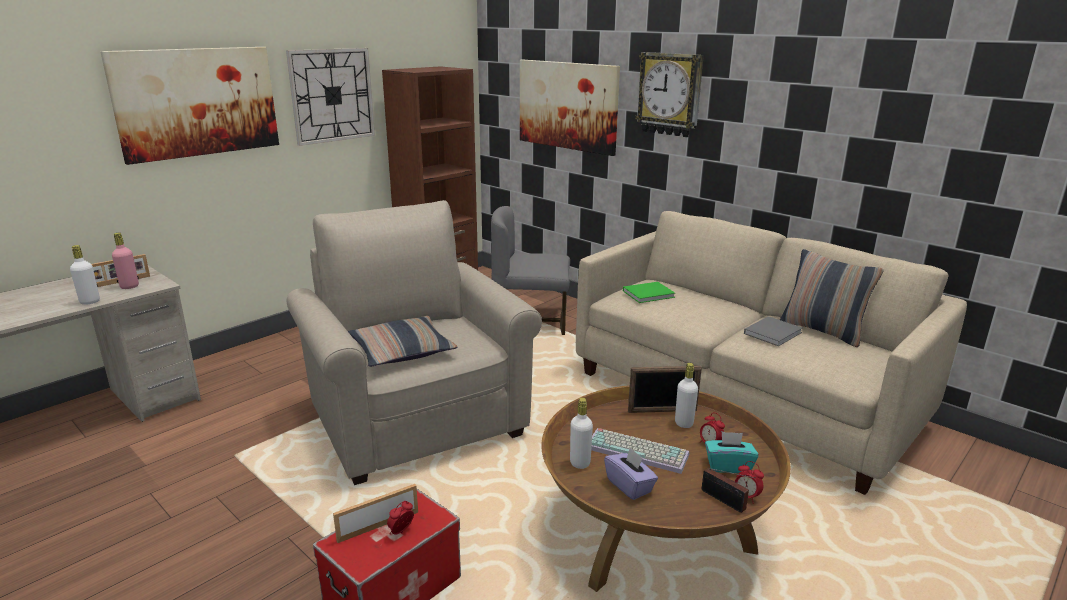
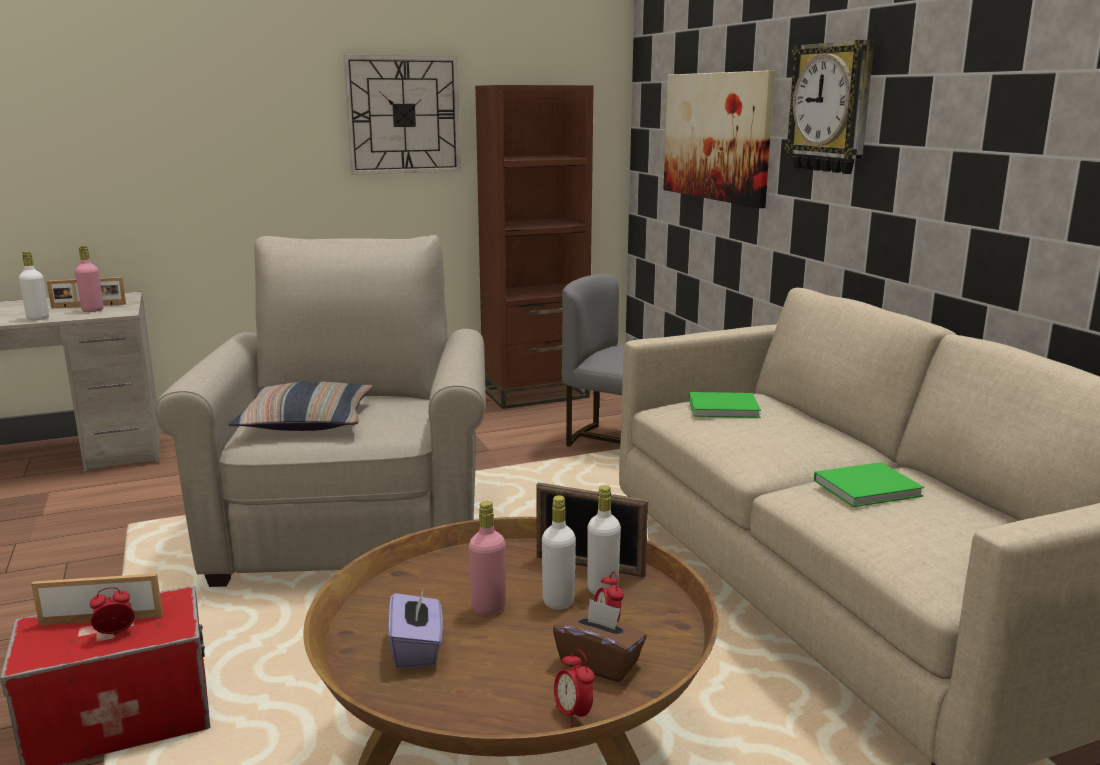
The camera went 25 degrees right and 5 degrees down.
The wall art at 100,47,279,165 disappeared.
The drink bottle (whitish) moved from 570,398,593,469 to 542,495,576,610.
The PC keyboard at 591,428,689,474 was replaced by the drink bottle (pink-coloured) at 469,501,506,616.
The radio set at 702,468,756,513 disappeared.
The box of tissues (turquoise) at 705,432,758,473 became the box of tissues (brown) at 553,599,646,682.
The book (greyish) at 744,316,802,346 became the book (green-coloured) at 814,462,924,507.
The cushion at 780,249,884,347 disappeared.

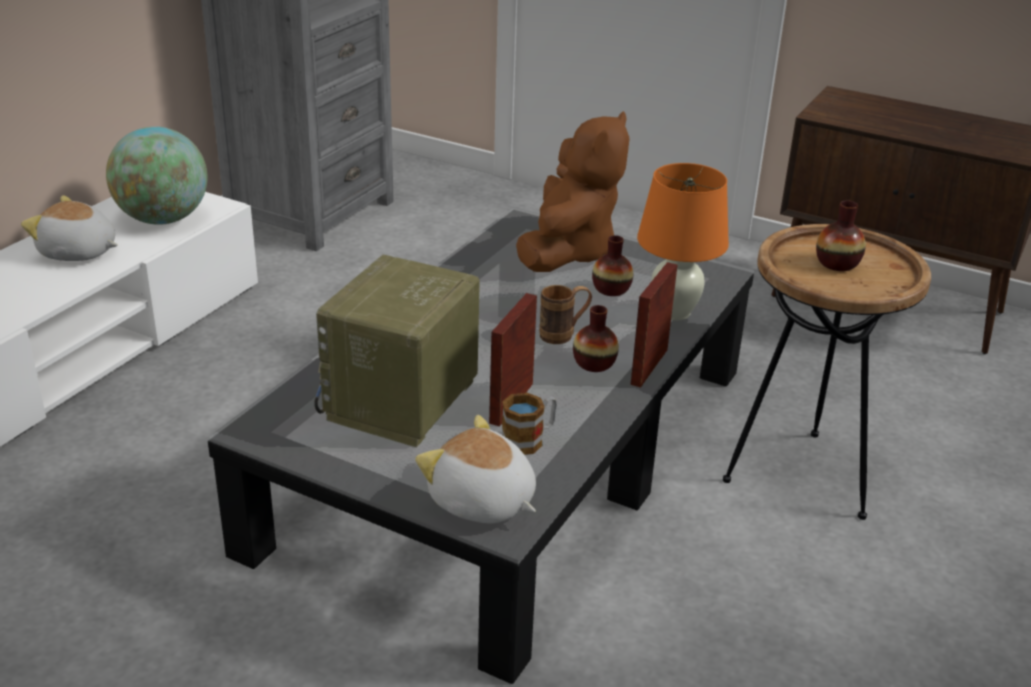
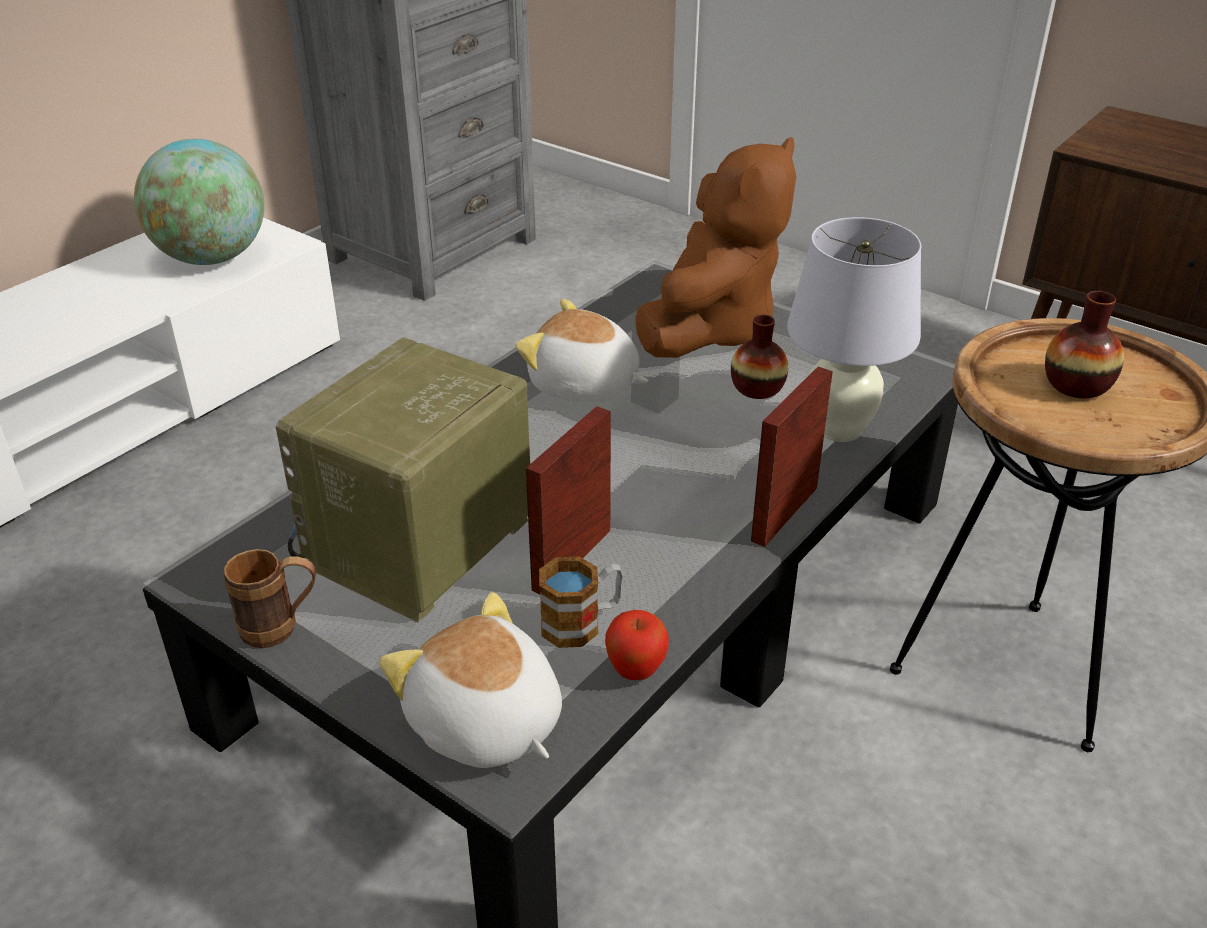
The camera went 10 degrees right and 5 degrees up.
The soft toy moved from 21,195,118,261 to 515,299,648,402.
The tea mug (brown) moved from 539,285,592,344 to 224,549,316,648.
The flower vase at 573,305,619,372 disappeared.
The lamp for a table (orange) at 637,163,729,321 became the lamp for a table (whitish) at 787,217,921,442.
The whole apple at 605,610,669,680 appeared.

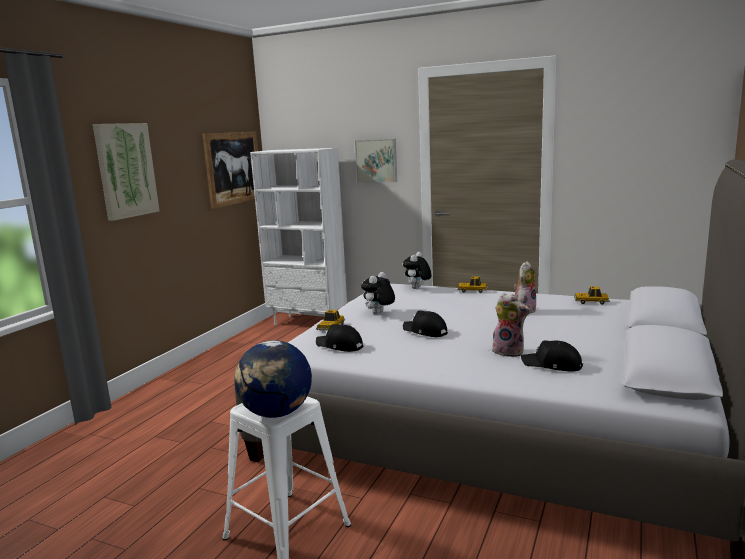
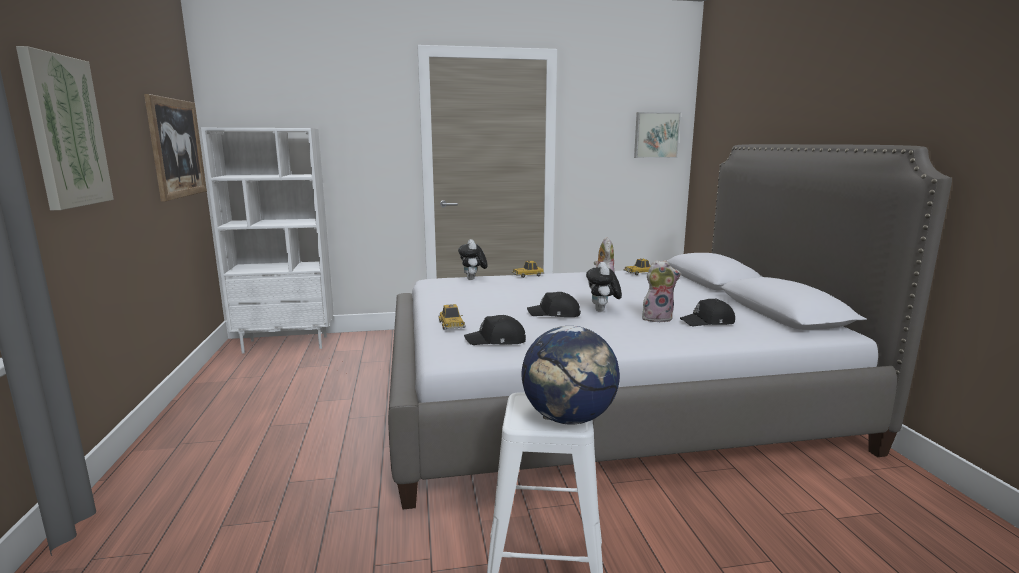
The camera went 35 degrees left and 0 degrees up.
The wall art moved from 355,139,397,183 to 634,112,681,158.
The soft toy moved from 361,272,395,314 to 586,262,622,312.

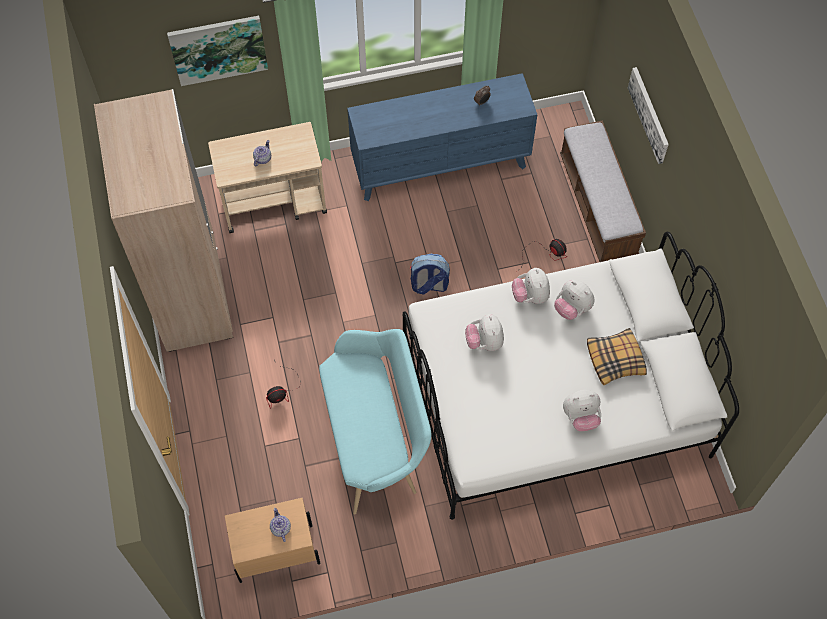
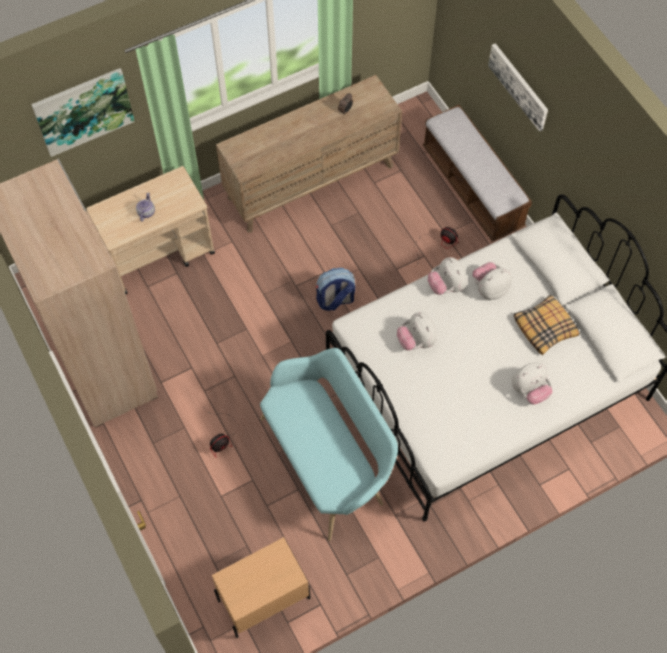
The camera went 15 degrees left and 0 degrees up.
The pot for tea at 270,508,291,542 disappeared.
The chest of drawers (blue-coloured) at 347,73,537,201 became the chest of drawers (brown) at 216,75,402,233.
The soft toy at 554,280,595,320 turned 120 degrees clockwise.

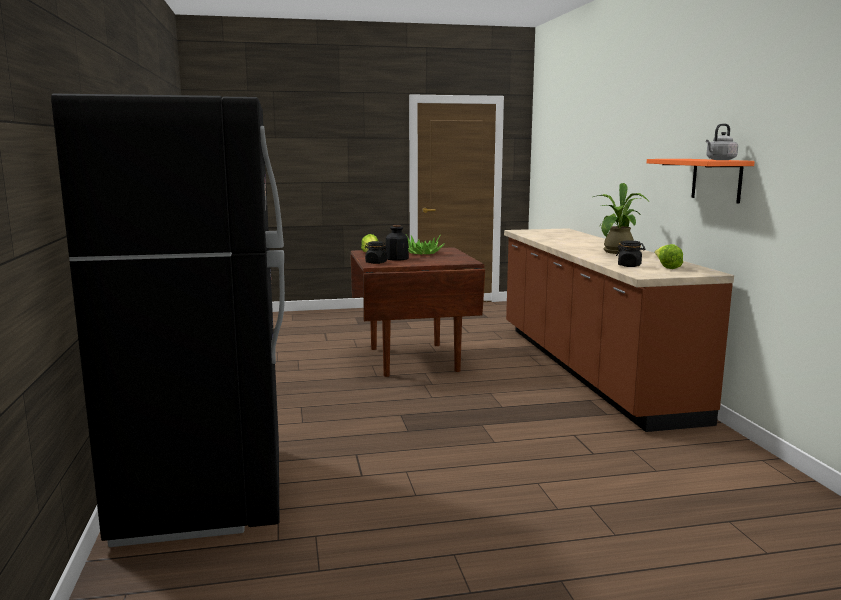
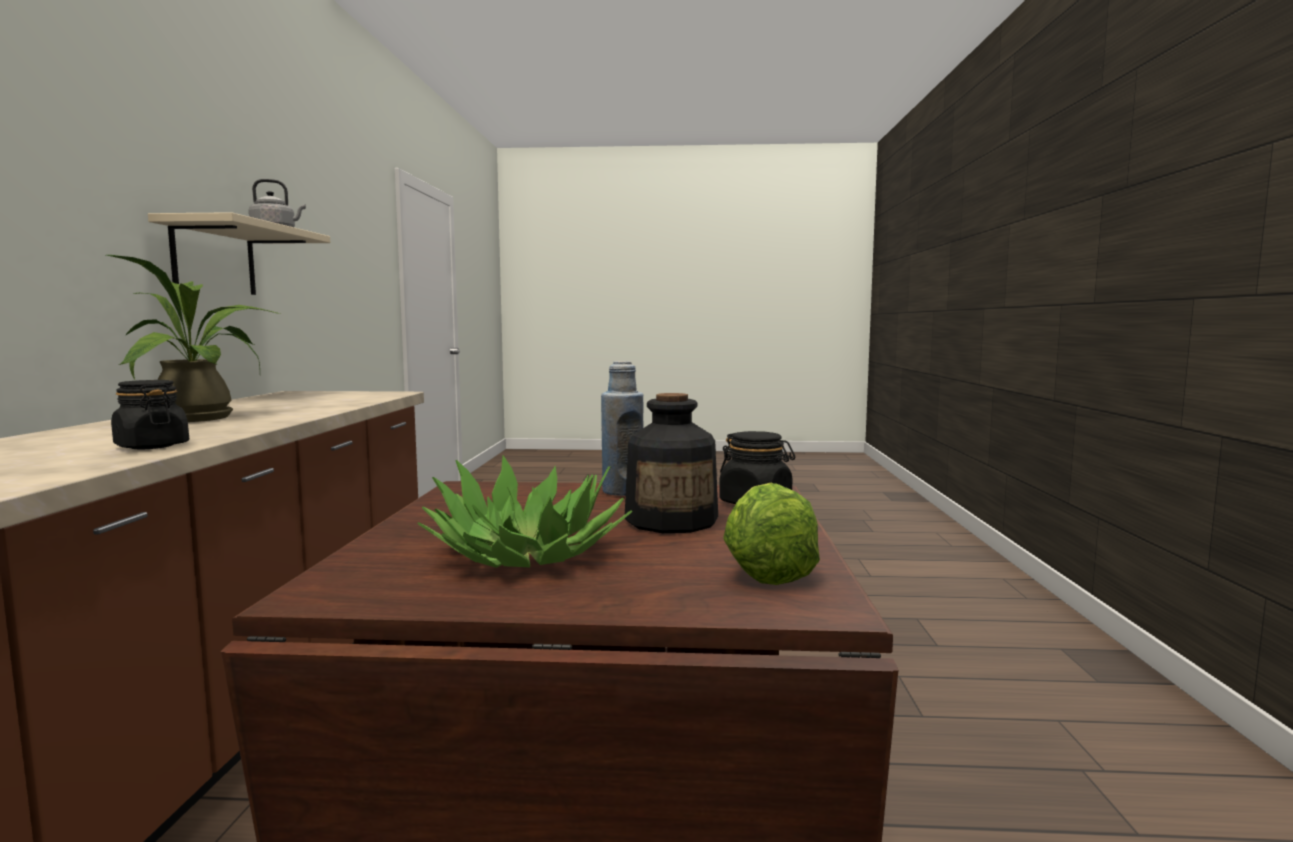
The camera went 165 degrees left and 5 degrees down.
The refrigerator (black) at 51,94,285,547 disappeared.
The preserve jar (black) moved from 616,241,645,267 to 111,380,189,449.
The shelf (orange) at 647,159,755,204 became the shelf (beige) at 148,212,330,295.
The head of lettuce at 655,244,683,269 disappeared.
The drink bottle (blue-coloured) at 601,361,643,496 appeared.

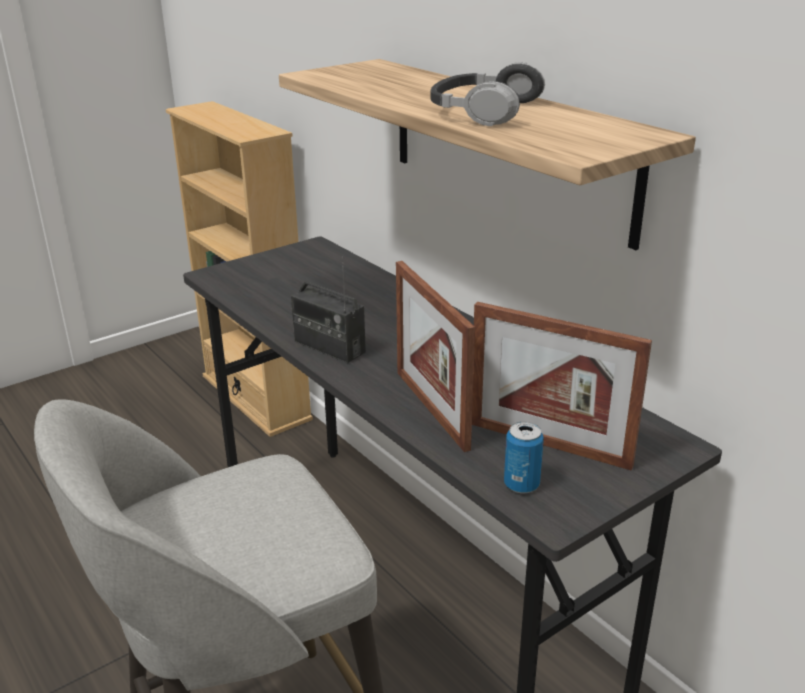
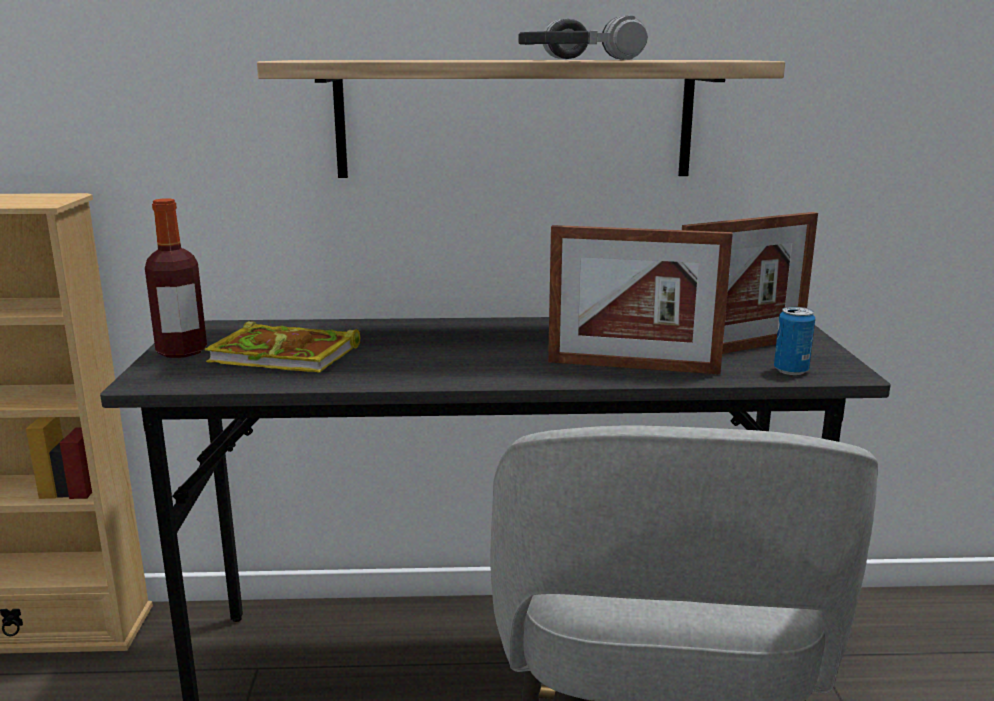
The camera went 55 degrees left and 10 degrees down.
The radio set at 291,256,366,363 disappeared.
The drink bottle at 145,198,207,358 appeared.
The book at 205,321,360,372 appeared.

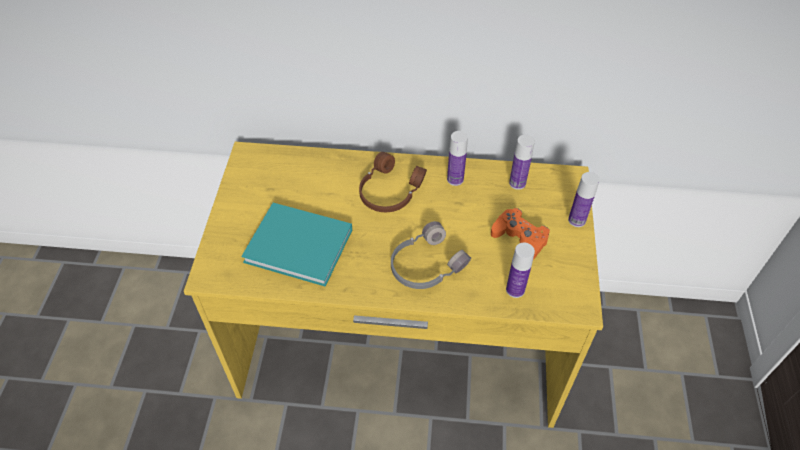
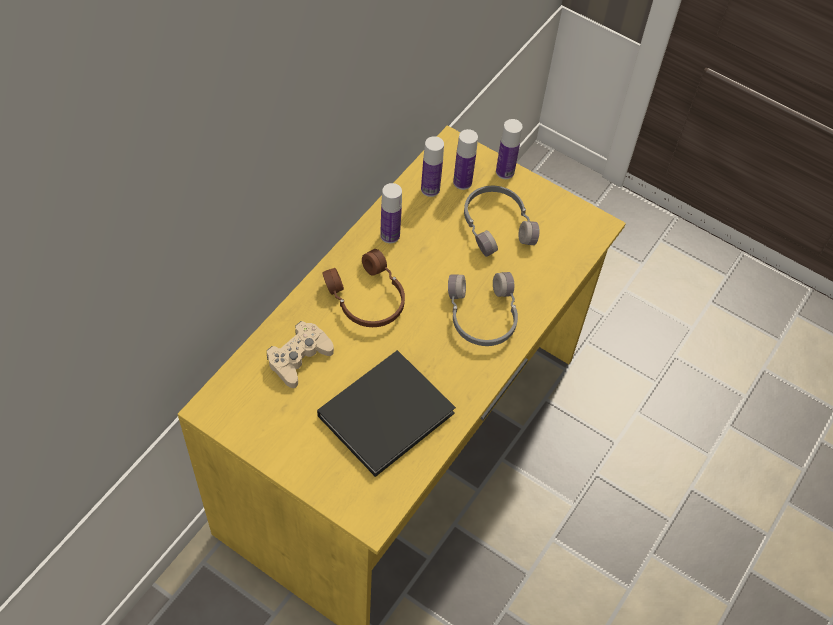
The camera went 65 degrees left and 5 degrees up.
The book (turquoise) at 241,203,352,287 became the book (black) at 317,350,456,477.
The gamepad (orange) at 491,208,550,259 was replaced by the pair of headphones (greyish) at 464,186,540,257.
The drink bottle moved from 506,243,535,298 to 453,129,478,190.
The gamepad (beige) at 267,321,334,388 appeared.

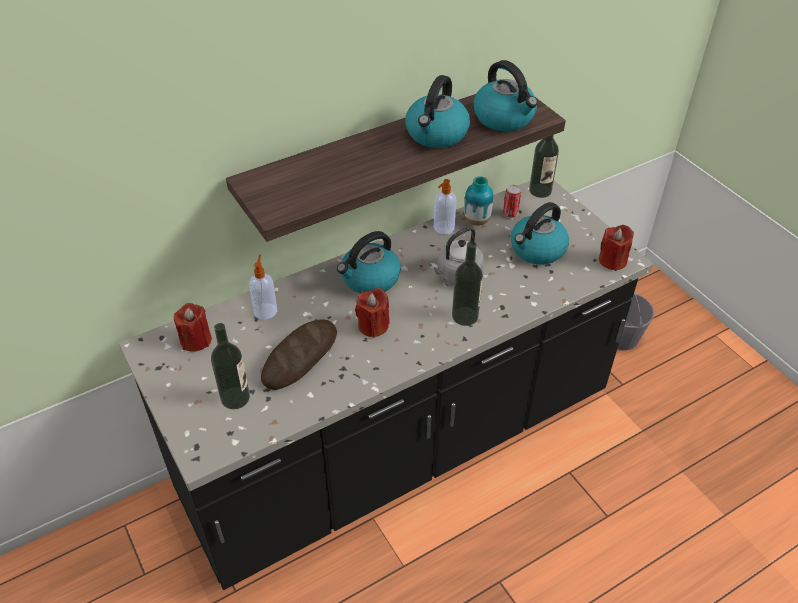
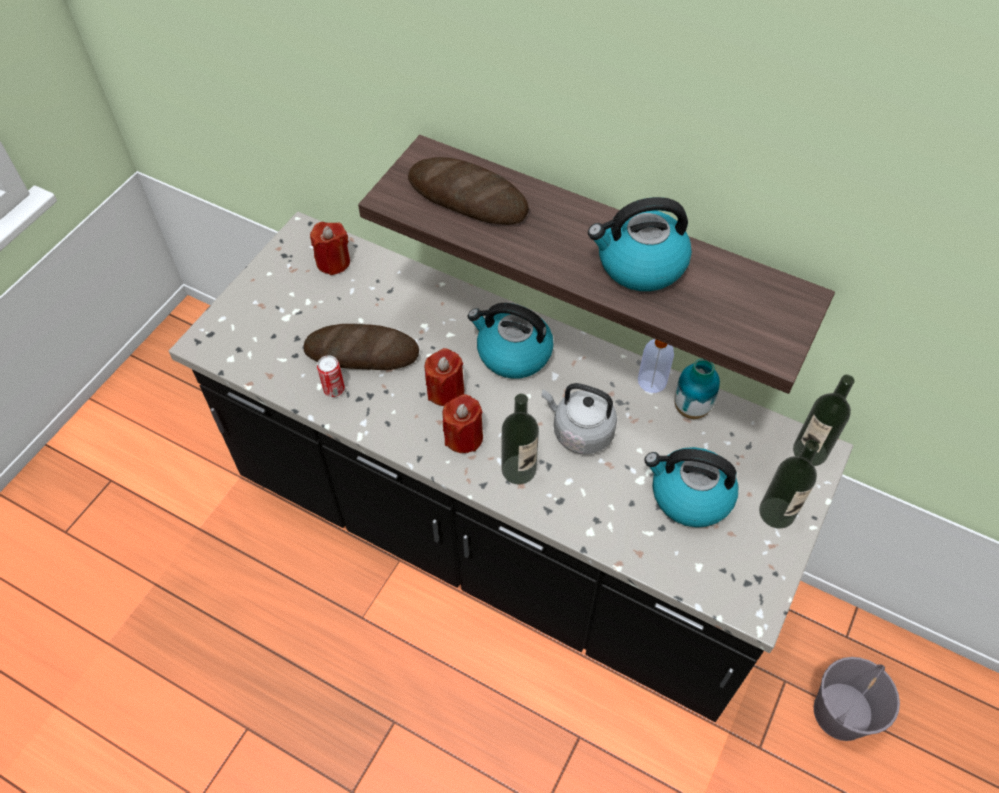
The camera went 60 degrees right and 10 degrees up.
The drink bottle moved from 211,323,250,409 to 759,440,819,529.
The liquid soap bottle at 249,255,277,320 disappeared.
The tea kettle at 474,60,538,131 disappeared.
The can moved from 503,185,521,218 to 317,355,345,397.
The candle (red) moved from 599,225,634,271 to 443,394,483,453.
The bread at 408,157,529,225 appeared.

